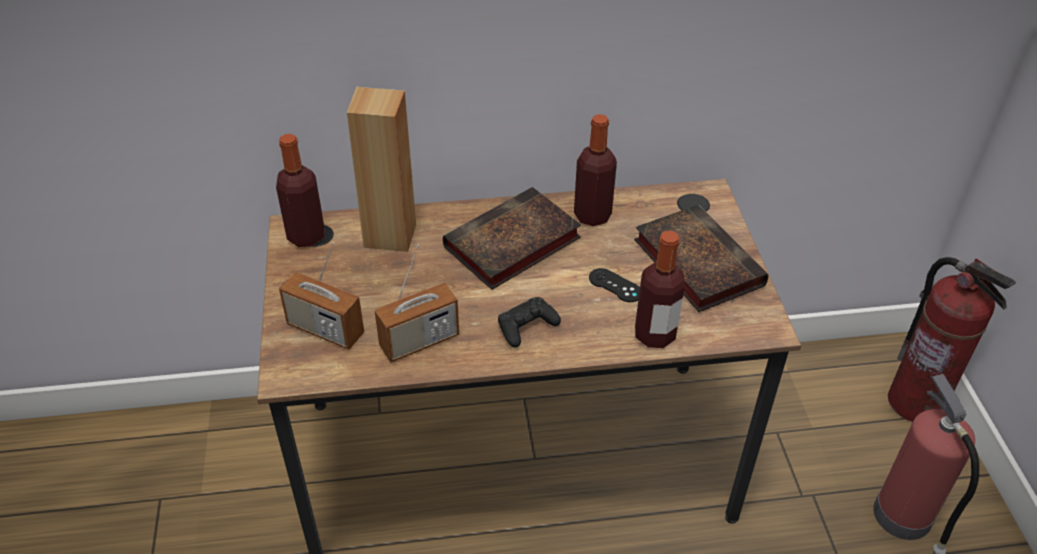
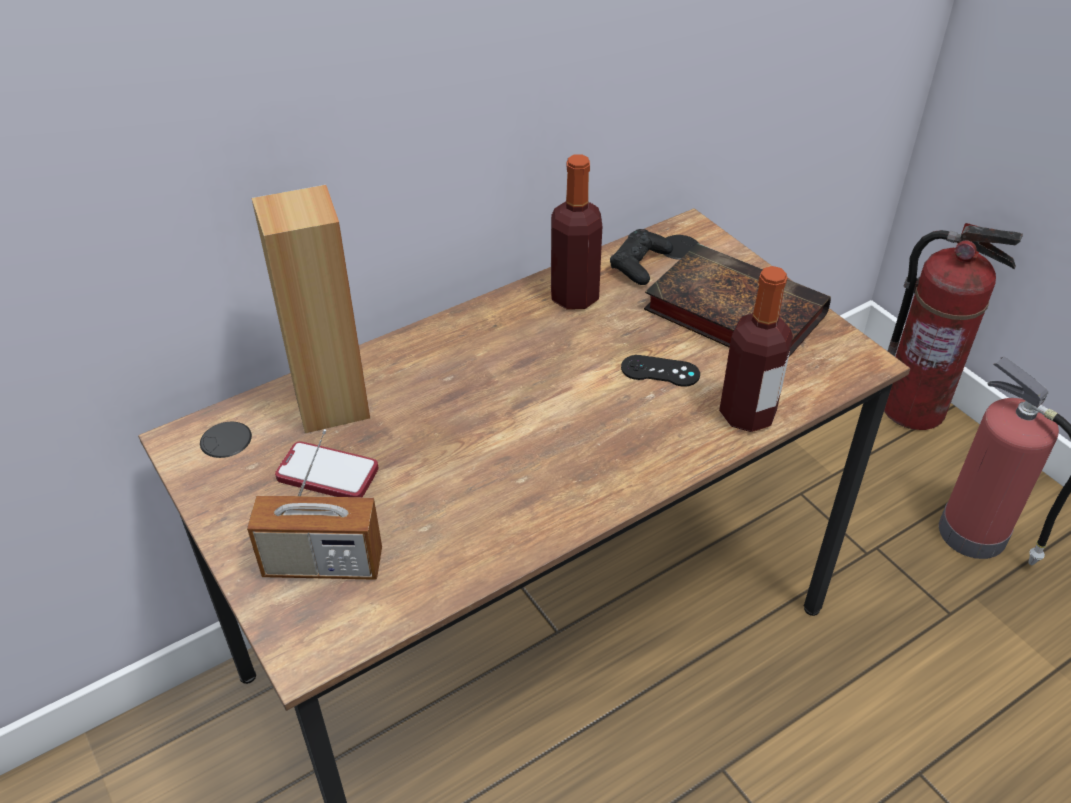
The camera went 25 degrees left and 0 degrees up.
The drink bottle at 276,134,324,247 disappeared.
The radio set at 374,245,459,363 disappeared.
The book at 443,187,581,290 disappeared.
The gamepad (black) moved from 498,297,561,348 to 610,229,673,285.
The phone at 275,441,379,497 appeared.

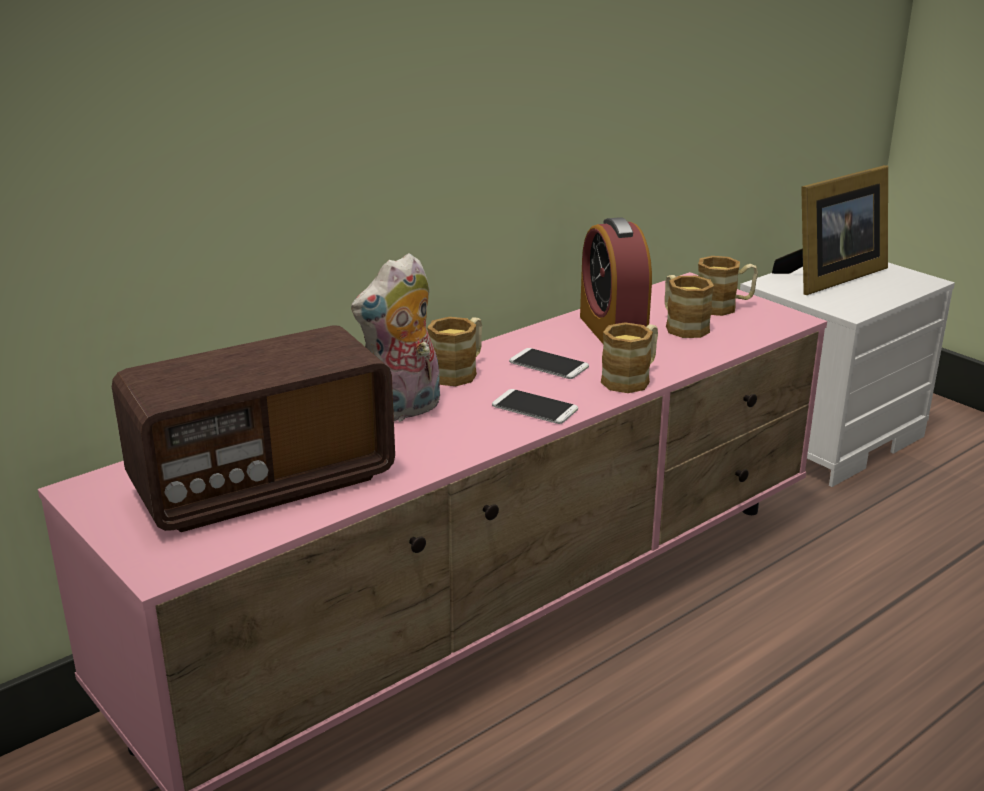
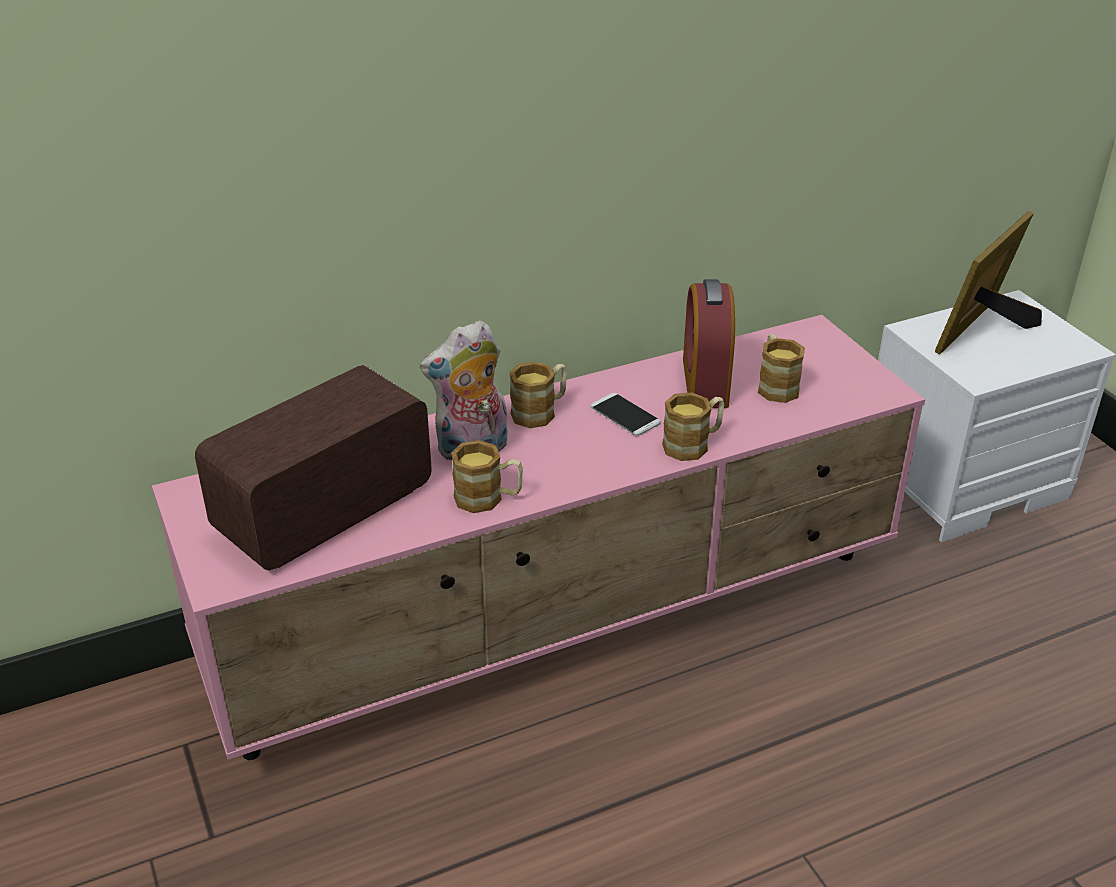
The camera went 15 degrees right and 10 degrees up.
The radio set at 112,325,395,532 turned 150 degrees clockwise.
The phone at 492,389,578,424 disappeared.
The tea mug moved from 698,256,758,316 to 451,440,523,513.
The picture frame at 772,165,888,295 turned 150 degrees clockwise.

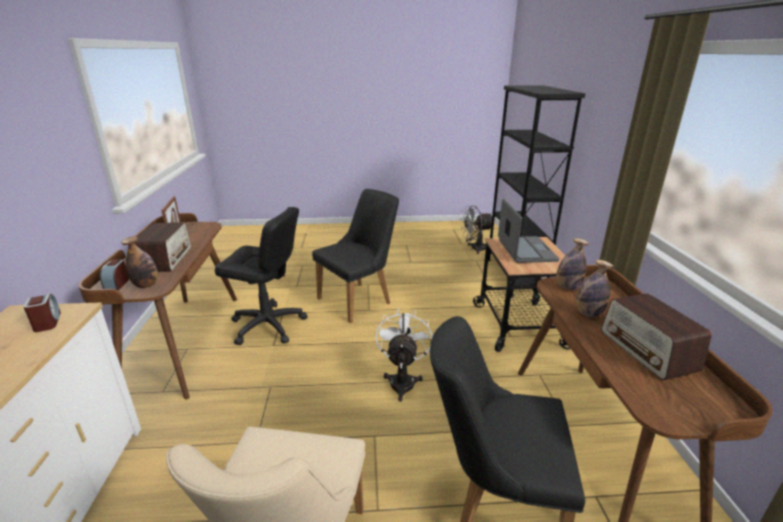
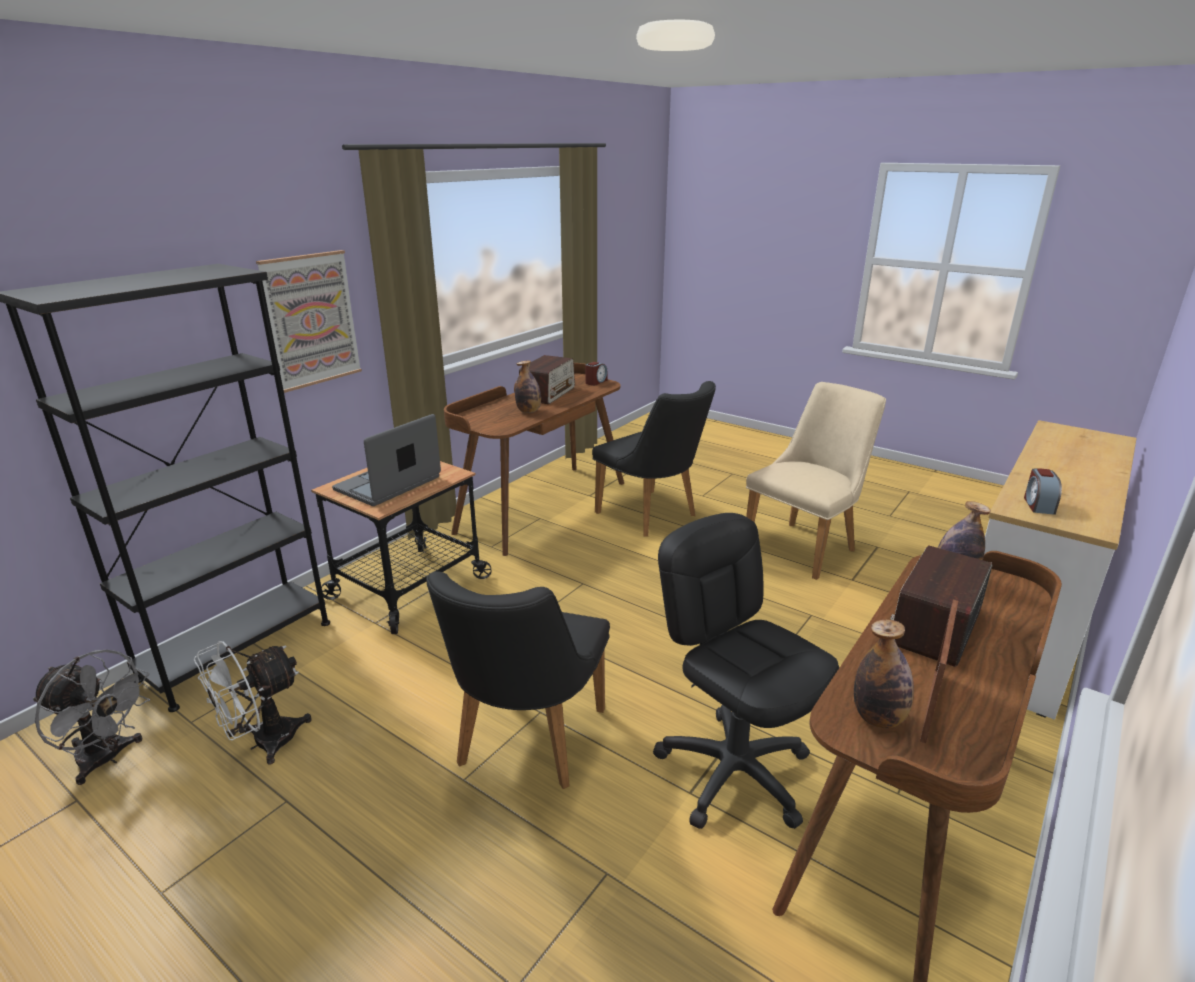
The camera went 140 degrees left and 0 degrees up.
The table clock moved from 100,260,129,290 to 585,362,607,386.
The plain chair (black) at 312,189,399,323 turned 75 degrees counterclockwise.
The electric fan (whitish) moved from 375,308,433,402 to 194,641,312,764.
The drink bottle moved from 556,238,589,290 to 854,620,914,728.
The wall art at 256,250,362,393 appeared.

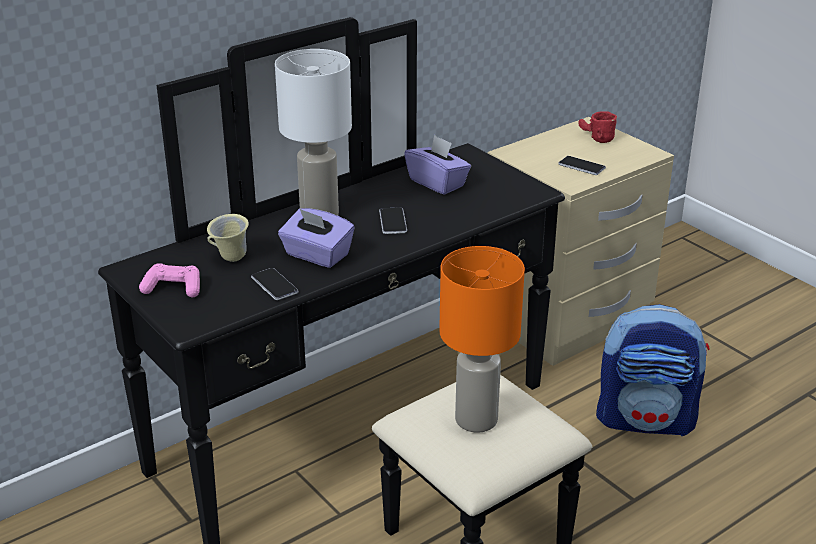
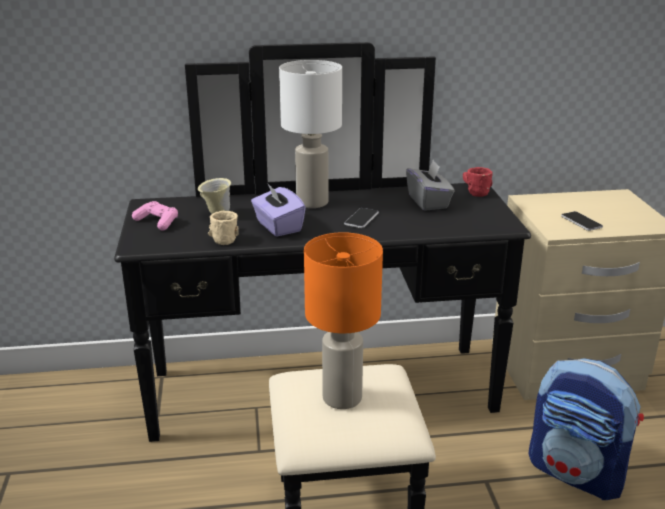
The camera went 30 degrees right and 5 degrees down.
The phone at 251,268,299,300 was replaced by the tea mug (beige) at 208,211,239,245.
The box of tissues (purplish) at 404,135,471,195 became the box of tissues (greyish) at 406,160,454,211.
The tea mug (red) moved from 578,111,617,143 to 463,167,493,197.

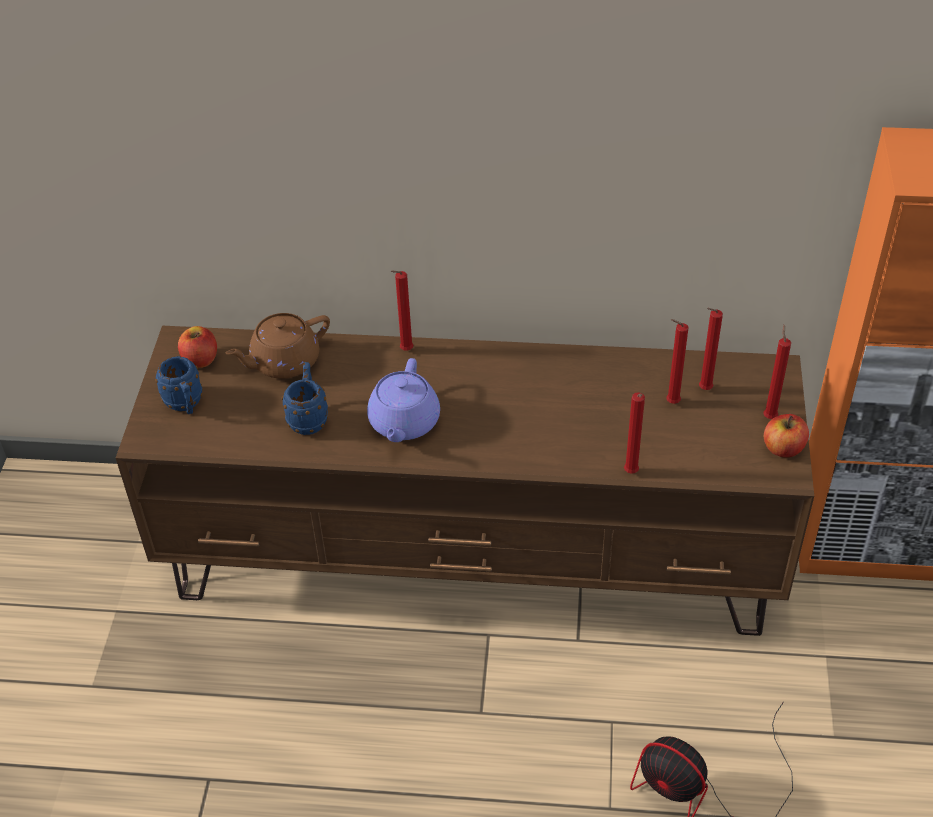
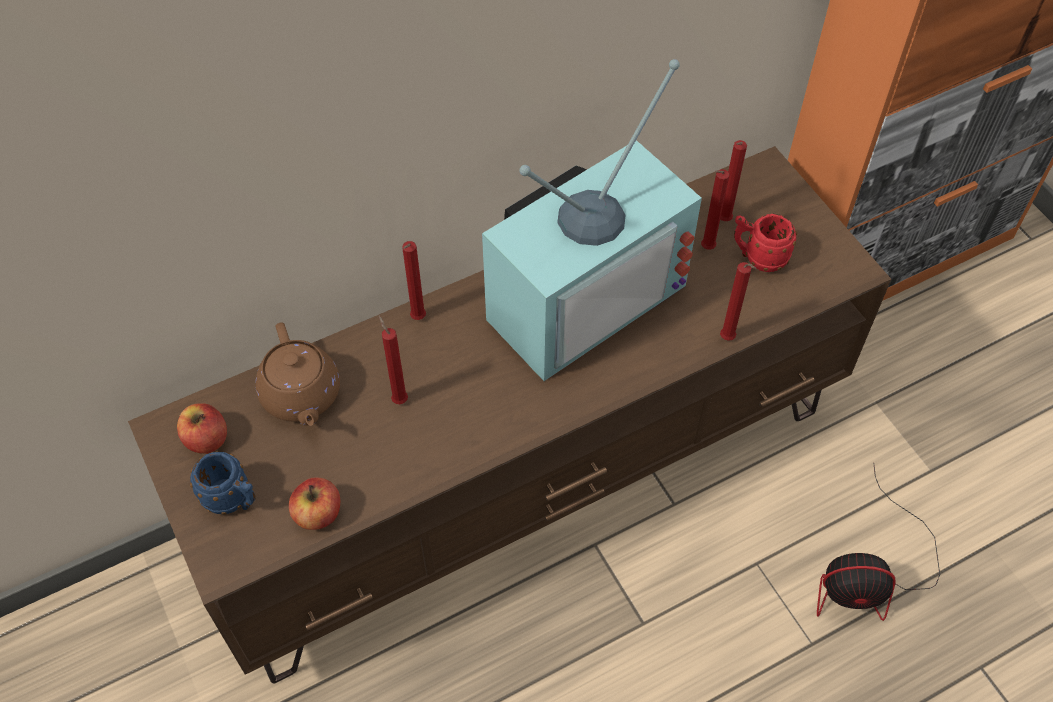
The camera went 35 degrees left and 10 degrees up.
The pot for tea (brown) at 226,313,330,379 turned 45 degrees counterclockwise.
The tea mug (blue-coloured) at 282,362,328,435 disappeared.
The pot for tea (purplish) at 367,358,440,442 disappeared.
The candle (red) moved from 763,324,791,419 to 379,316,408,404.
The whole apple moved from 764,414,809,458 to 289,478,340,530.
The TV set at 482,59,702,381 appeared.
The tea mug (red) at 734,214,797,272 appeared.

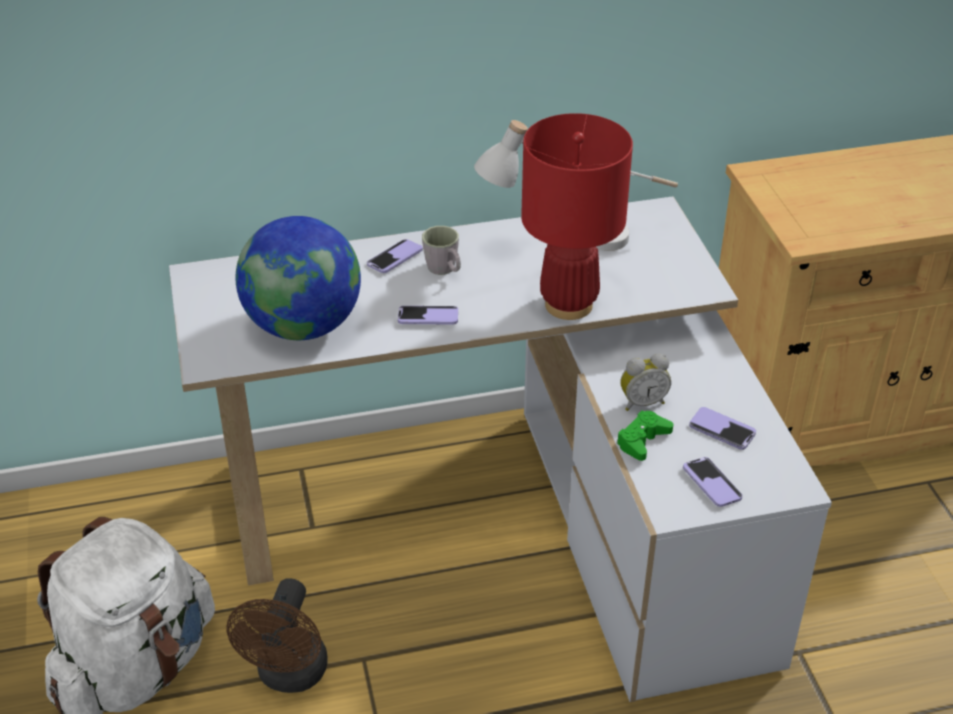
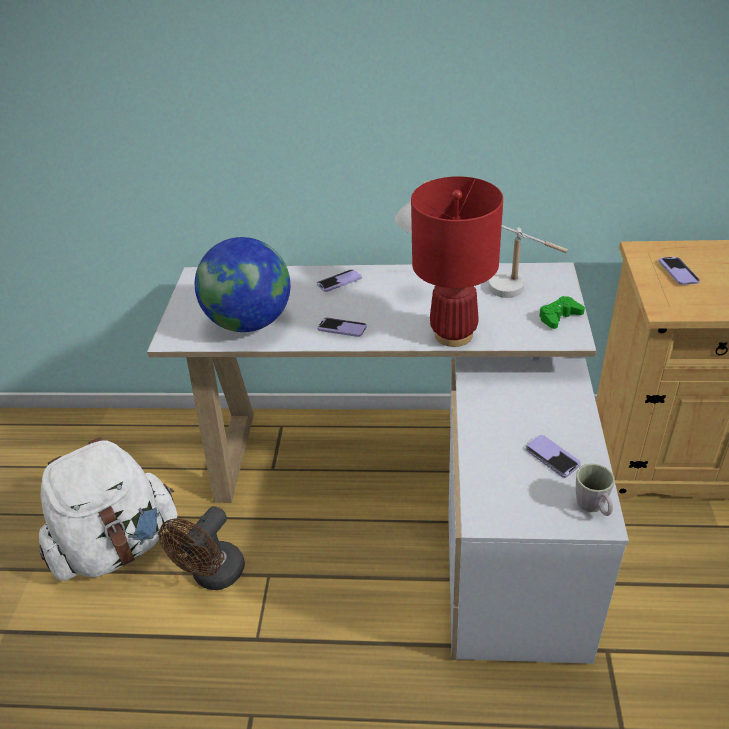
The camera went 20 degrees right and 0 degrees up.
The tea mug (greyish) moved from 422,226,461,275 to 576,463,615,516.
The gamepad (green-coloured) moved from 616,411,673,461 to 539,296,585,329.
The table clock at 620,353,671,411 disappeared.
The phone moved from 683,457,743,507 to 659,257,700,285.

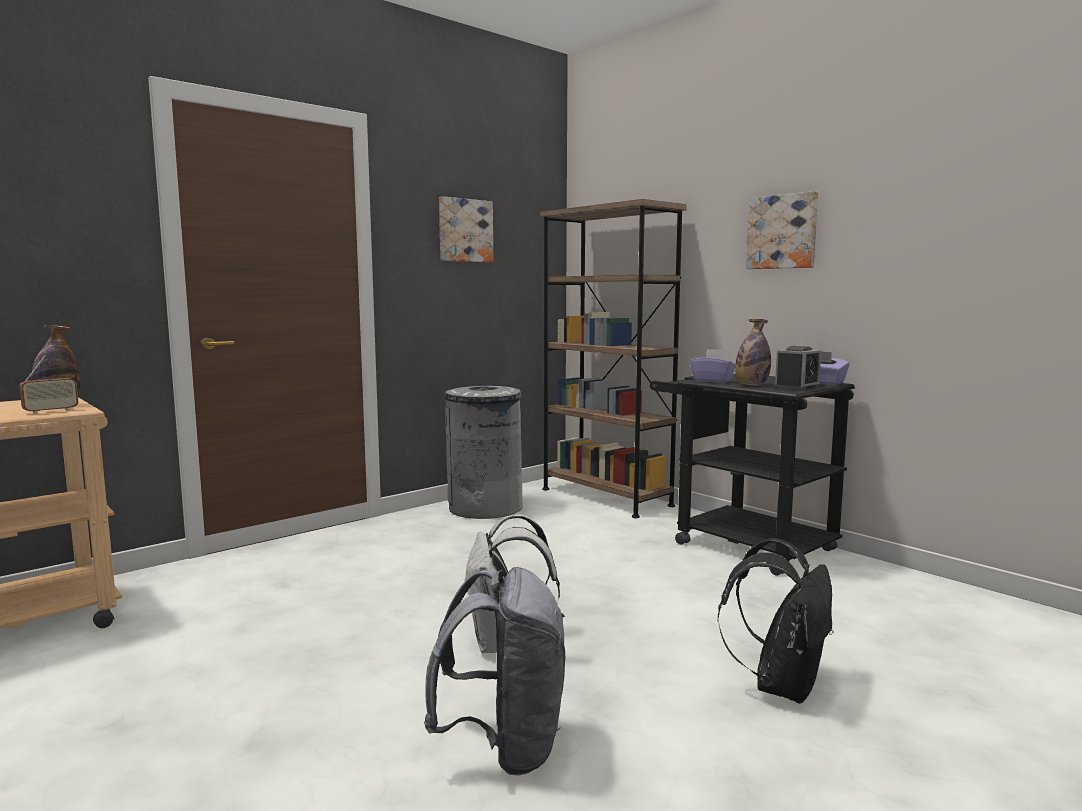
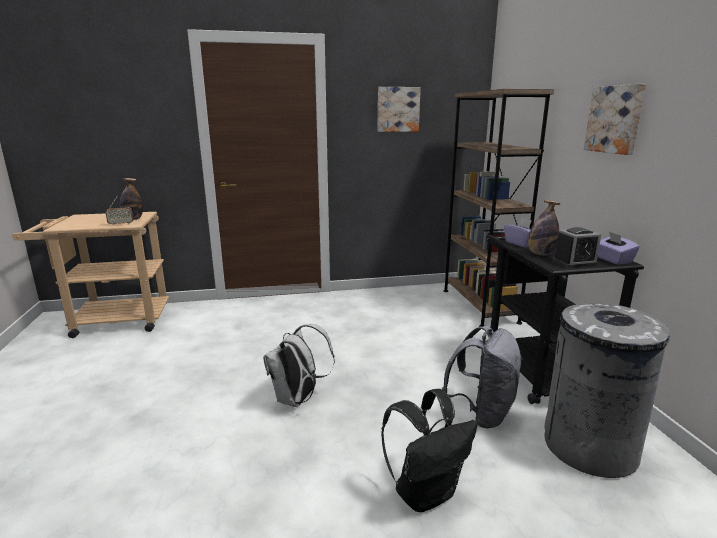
The camera went 30 degrees right and 10 degrees up.
The backpack (greyish) moved from 424,567,565,775 to 442,326,523,428.
The waste bin (greyish) moved from 445,386,523,519 to 544,302,670,478.

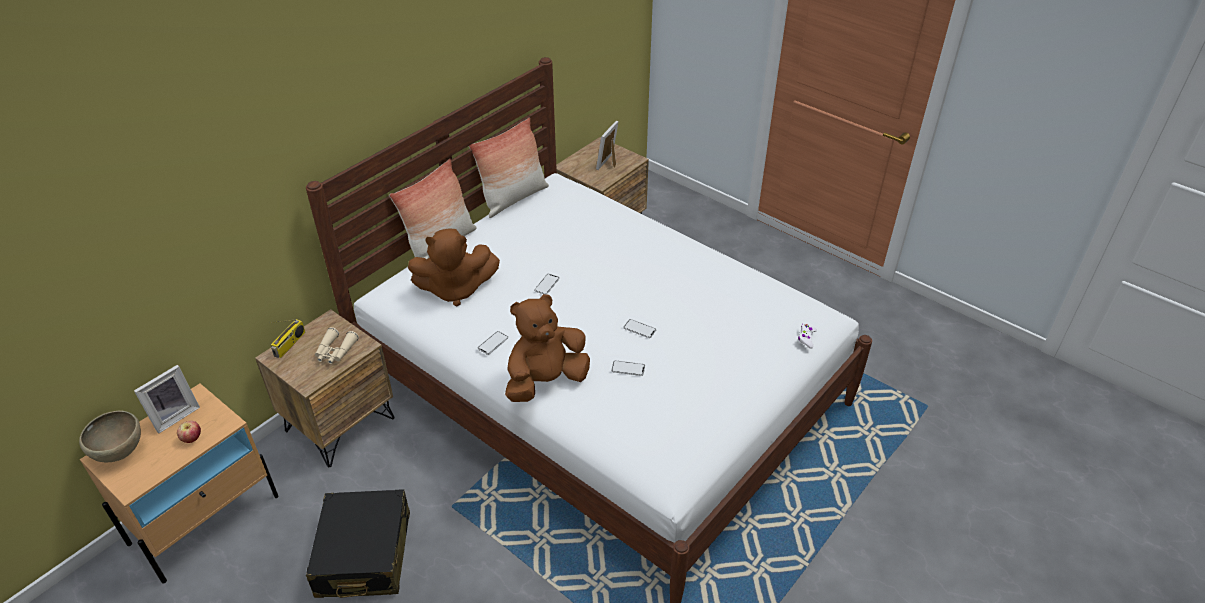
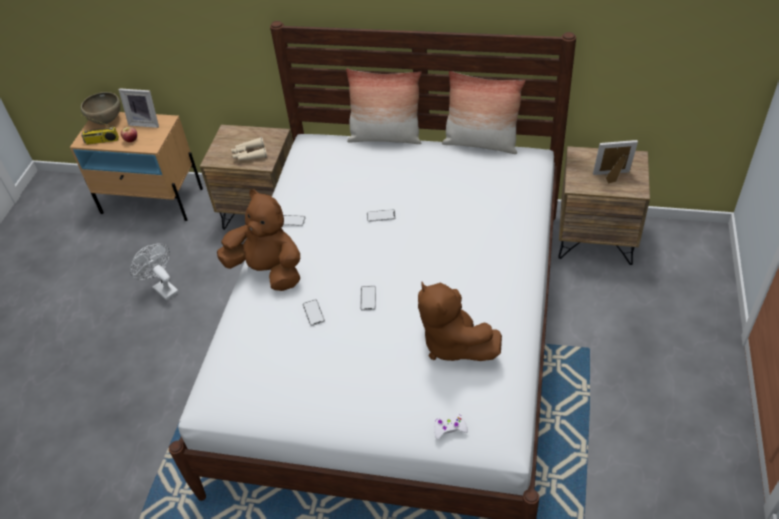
The camera went 65 degrees right and 5 degrees up.
The radio set moved from 270,319,305,358 to 81,115,119,145.
The suitcase (black) at 306,489,410,598 was replaced by the electric fan (whitish) at 130,244,179,301.
The soft toy (brown) moved from 408,228,500,306 to 418,281,502,361.

